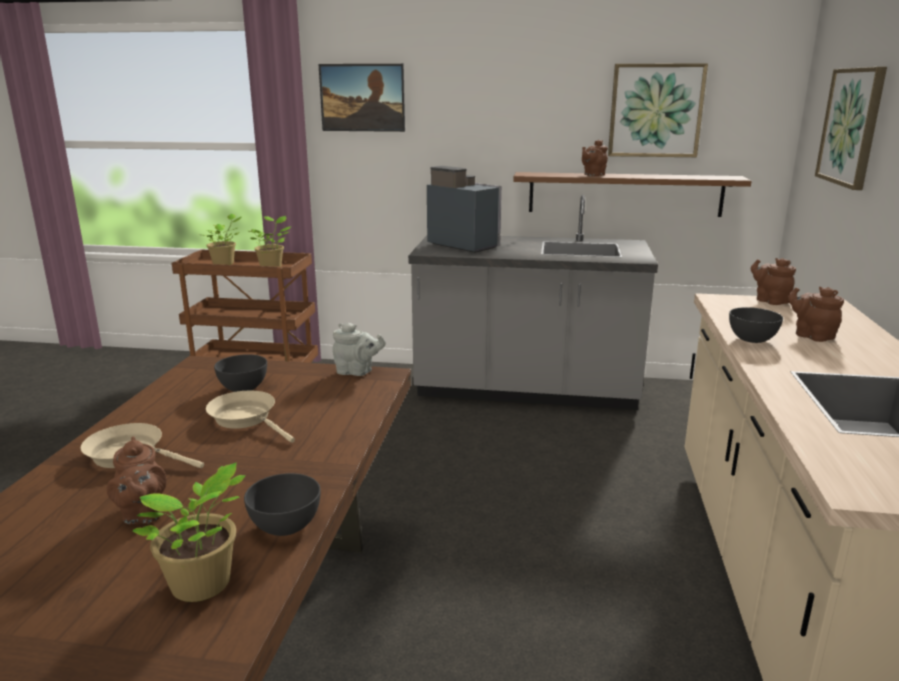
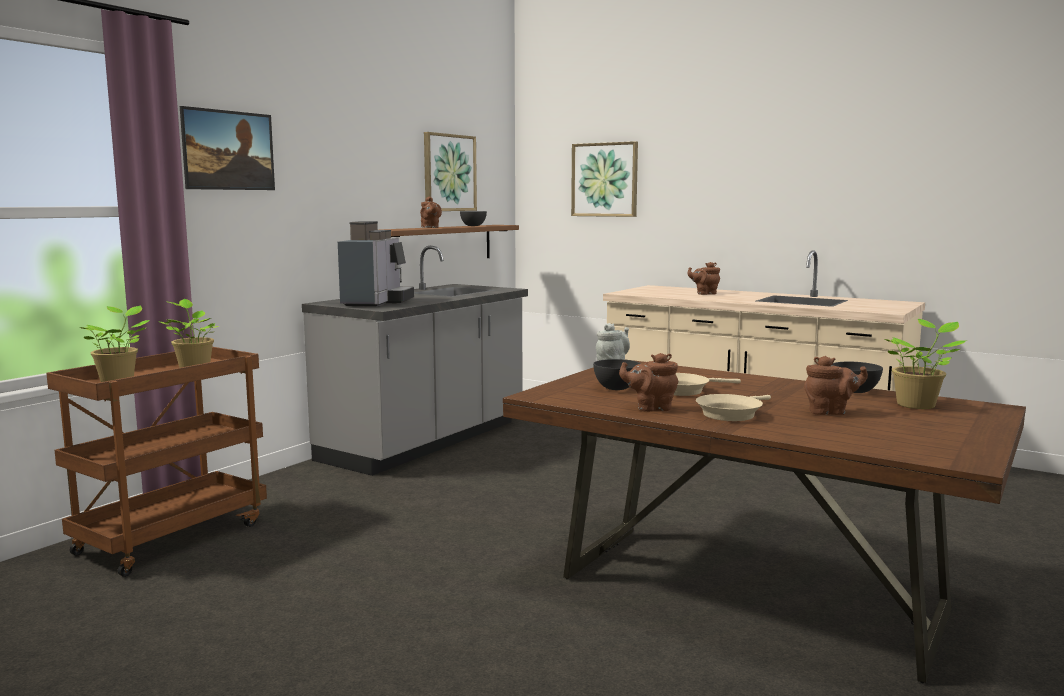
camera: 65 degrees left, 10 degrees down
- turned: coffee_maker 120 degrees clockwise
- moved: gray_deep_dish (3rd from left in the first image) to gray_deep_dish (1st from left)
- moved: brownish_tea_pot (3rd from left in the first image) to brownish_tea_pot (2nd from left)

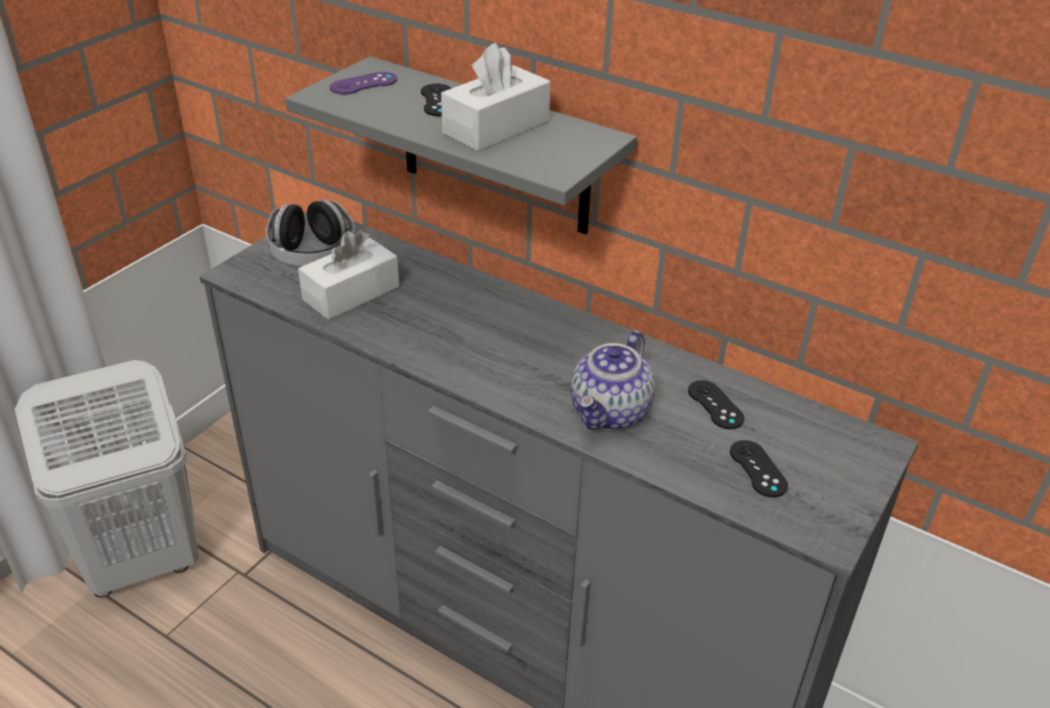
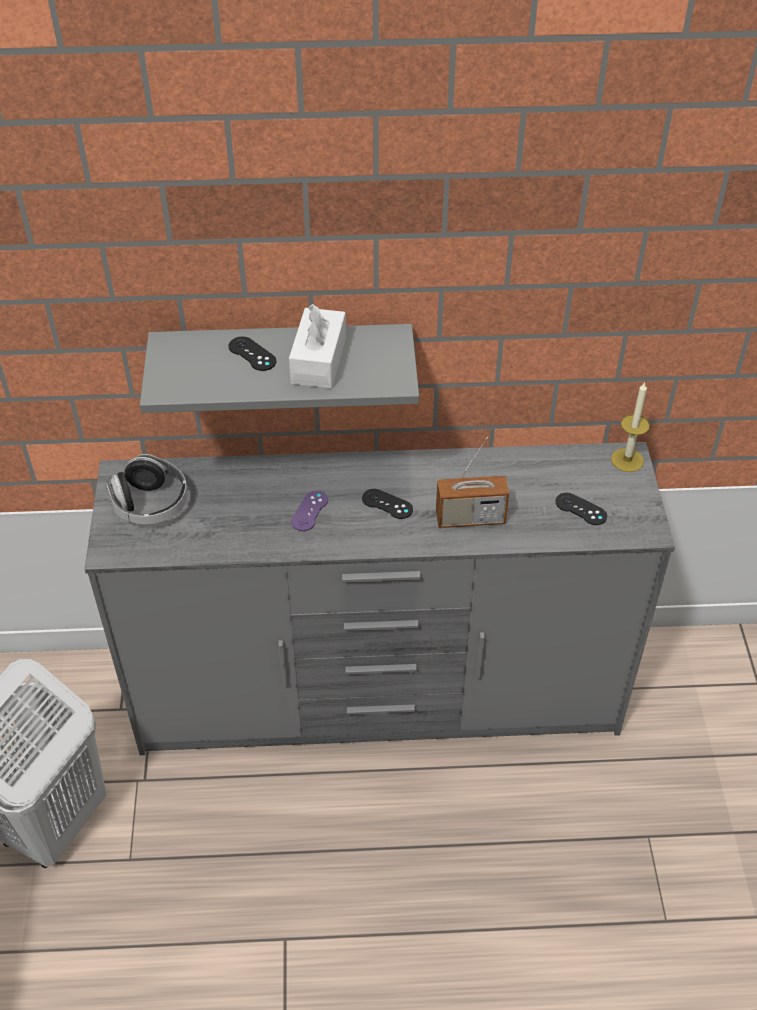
camera: 35 degrees left, 10 degrees up
- moved: purple-coloured_joypad
- moved: black_joypad (2nd from left)
- replaced: tea_pot to radio_receiver
- added: candle
- removed: whitish_tissue_box (1st from left)

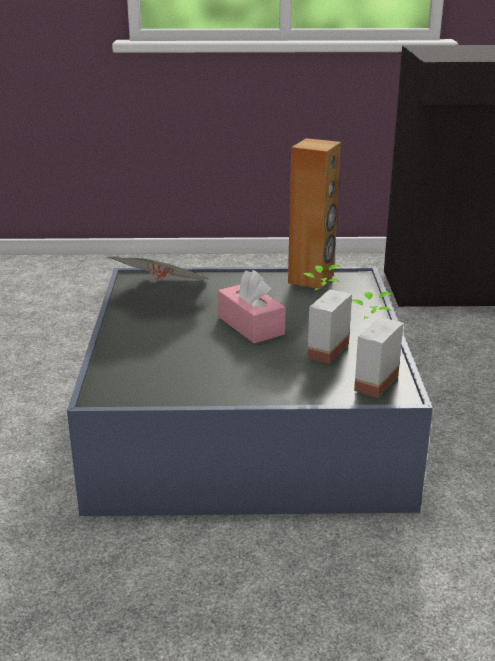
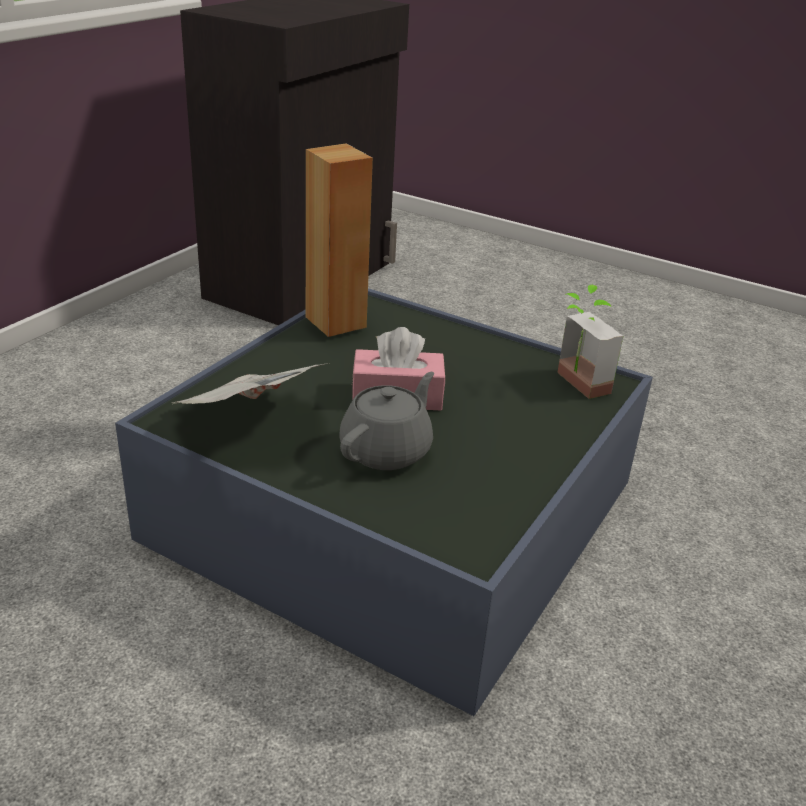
camera: 60 degrees left, 5 degrees up
- added: gray_tea_pot
- removed: plant_in_a_pot (1st from left)

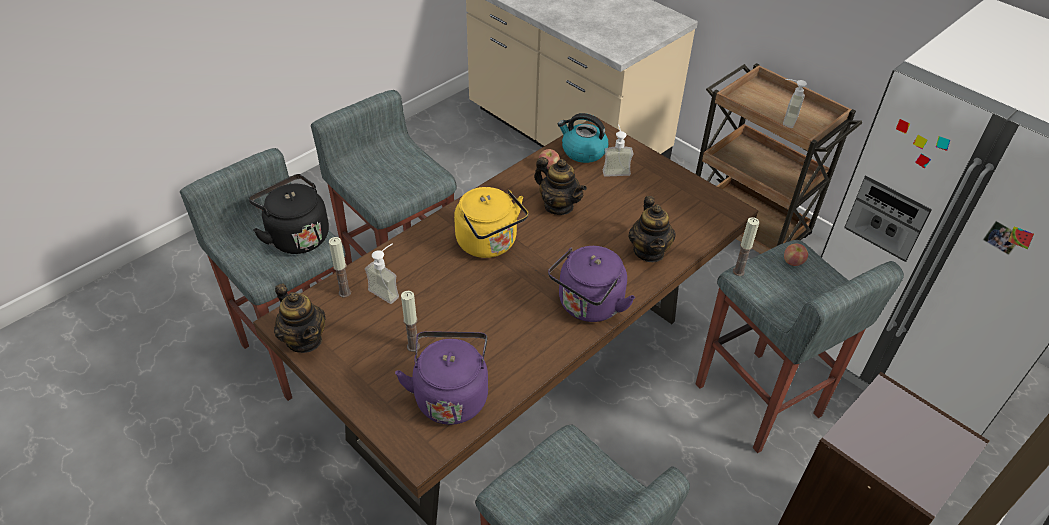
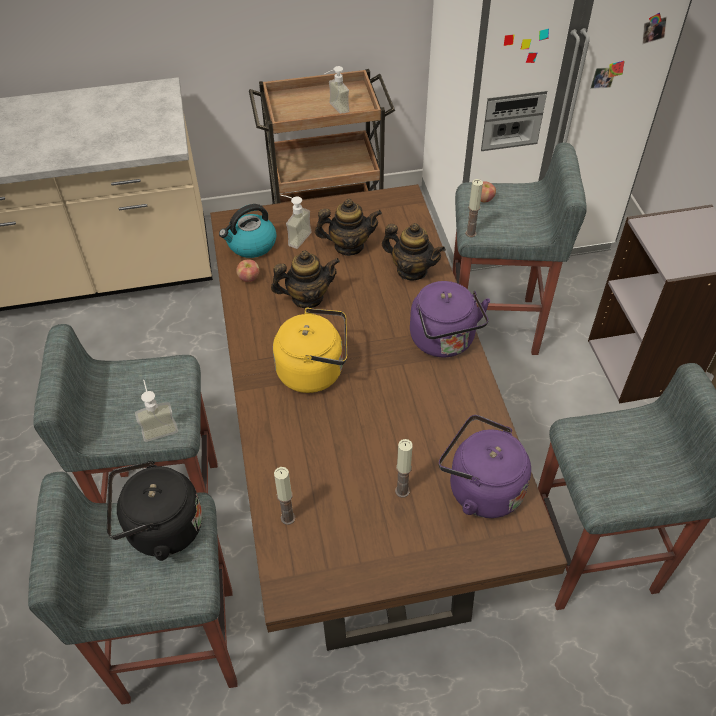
camera: 55 degrees left, 5 degrees up
- moved: soap_bottle (1st from left)
- moved: tea_pot (1st from left in the first image) to tea_pot (2nd from left)

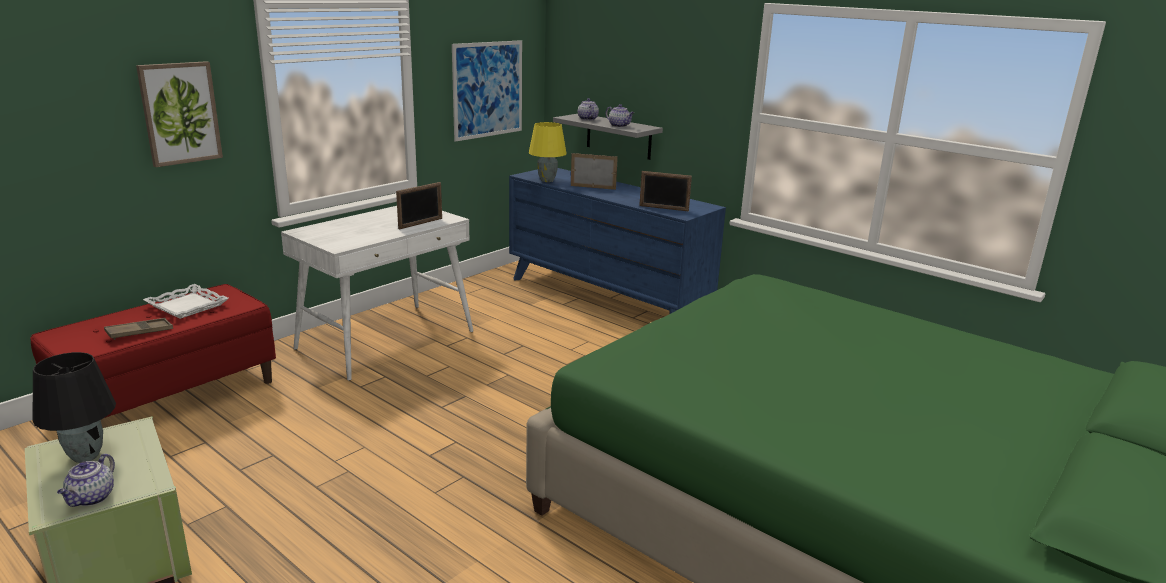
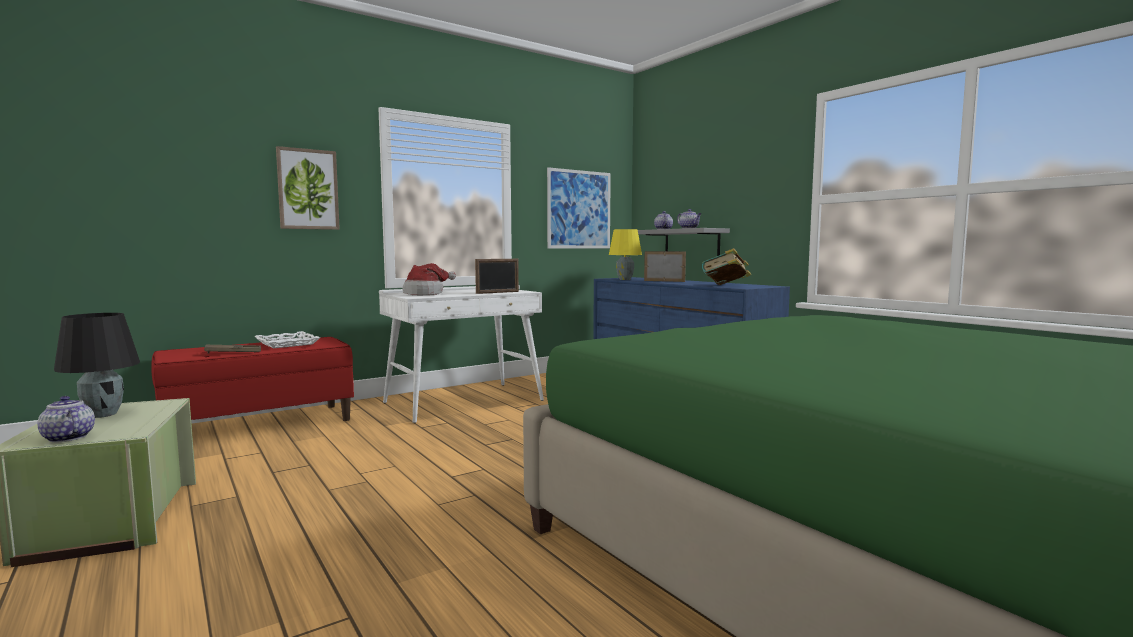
camera: 15 degrees right, 15 degrees down
- turned: tea_pot (1st from left) 105 degrees clockwise
- added: wearable_hat
- replaced: photo_frame (3rd from left) to book

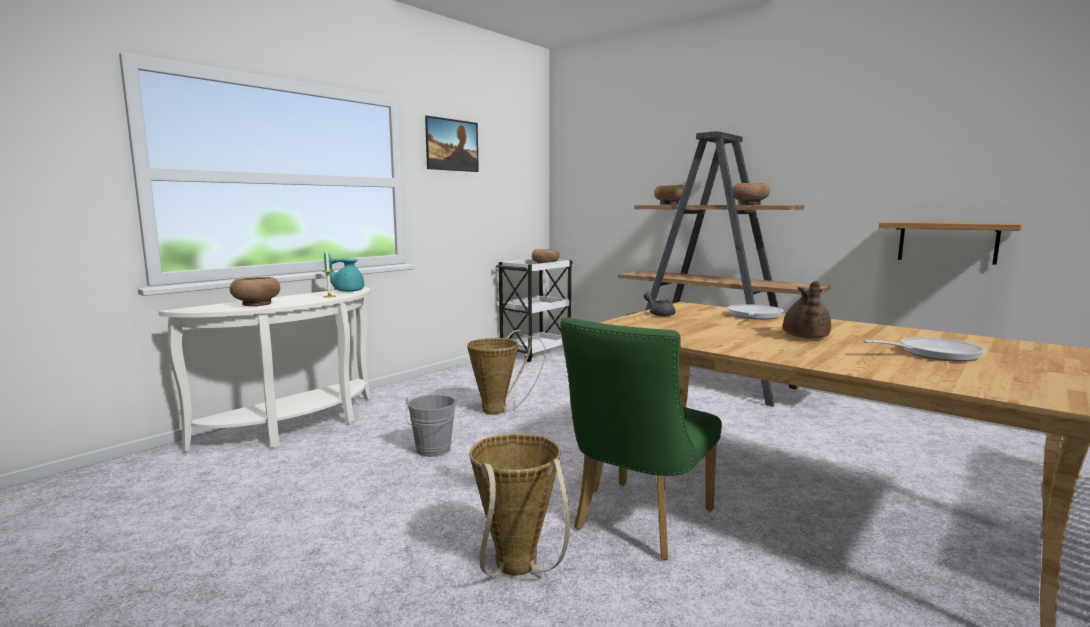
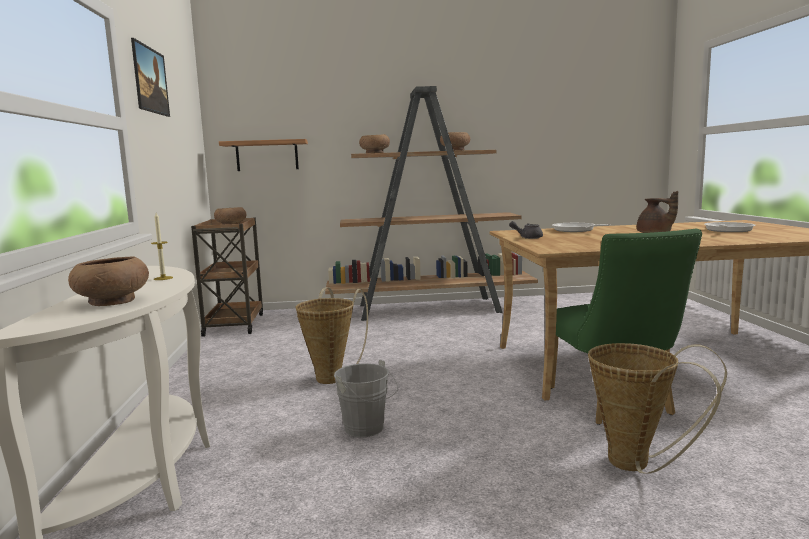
camera: 45 degrees left, 0 degrees up
- recoloured: whitish_cart to brownish_cart
- moved: bracket_shelf
- removed: turquoise-coloured_tea_pot

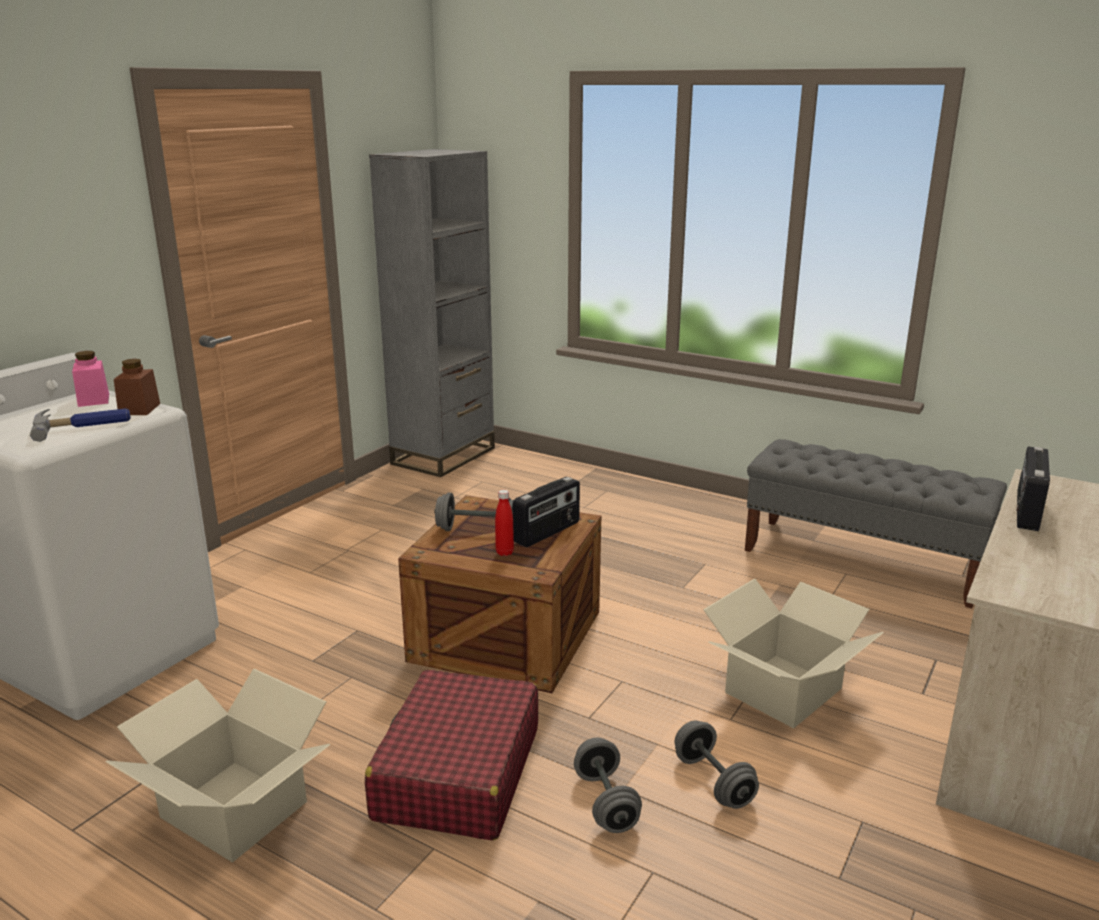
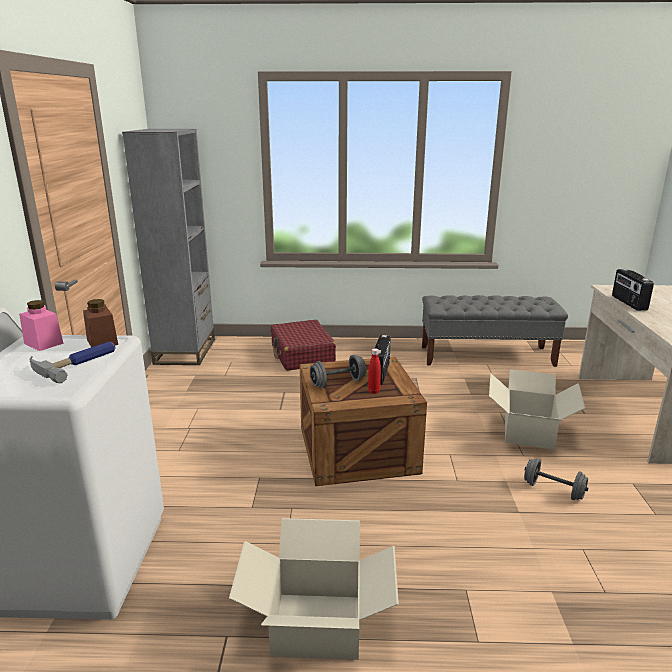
camera: 30 degrees left, 0 degrees up
- moved: reddish_suitcase
- removed: gray_hand_weight (2nd from left)

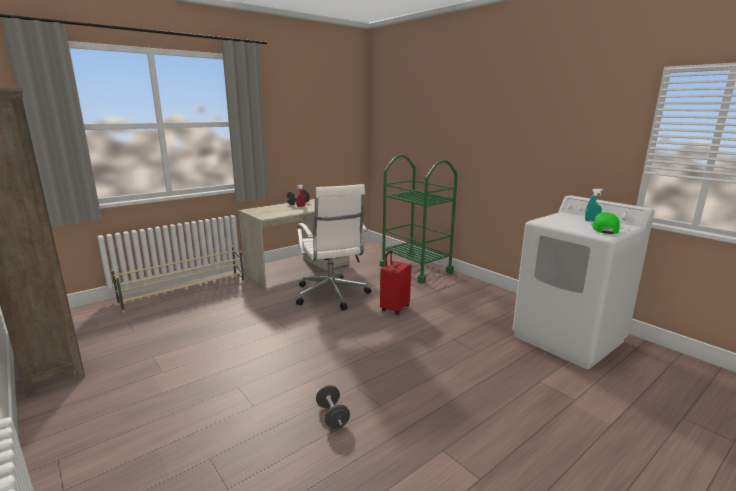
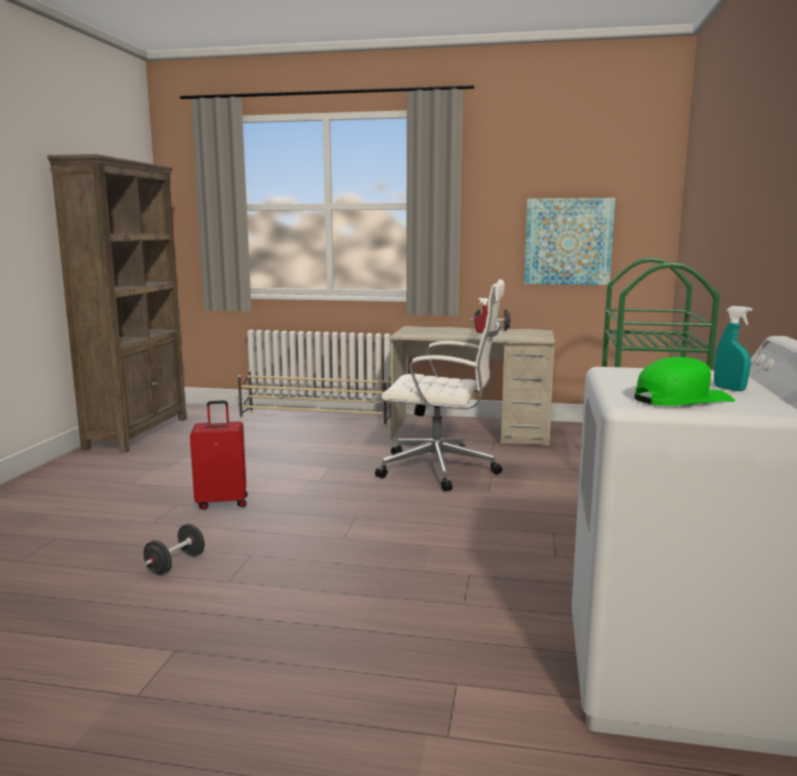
camera: 50 degrees right, 5 degrees down
- moved: reddish_suitcase
- turned: whitish_desk_chair 105 degrees counterclockwise
- added: picture

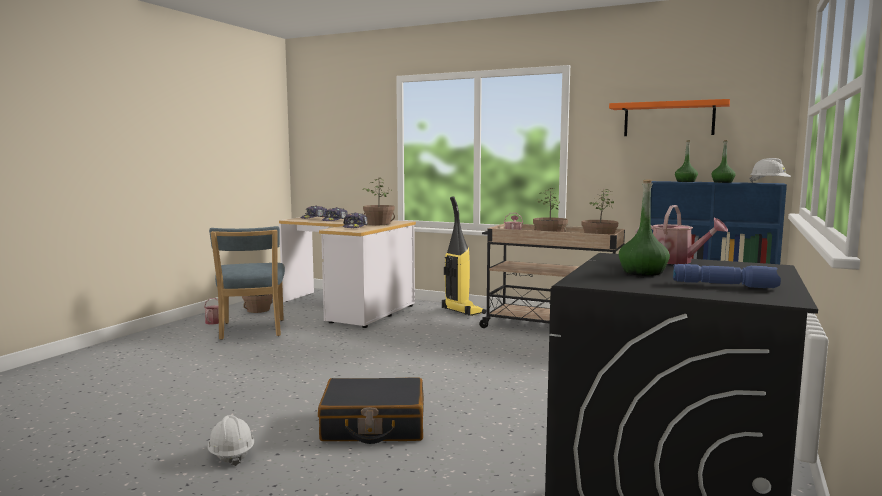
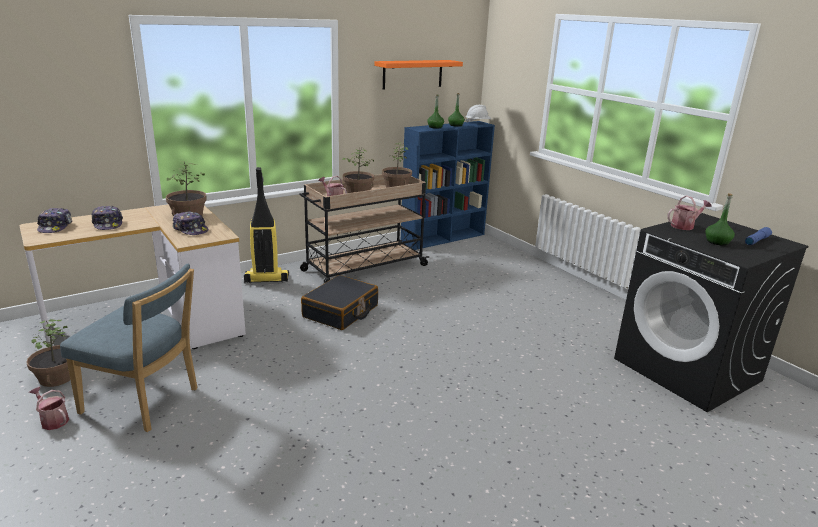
camera: 60 degrees left, 15 degrees up
- moved: black_suitcase
- removed: whitish_hard_hat (1st from left)

